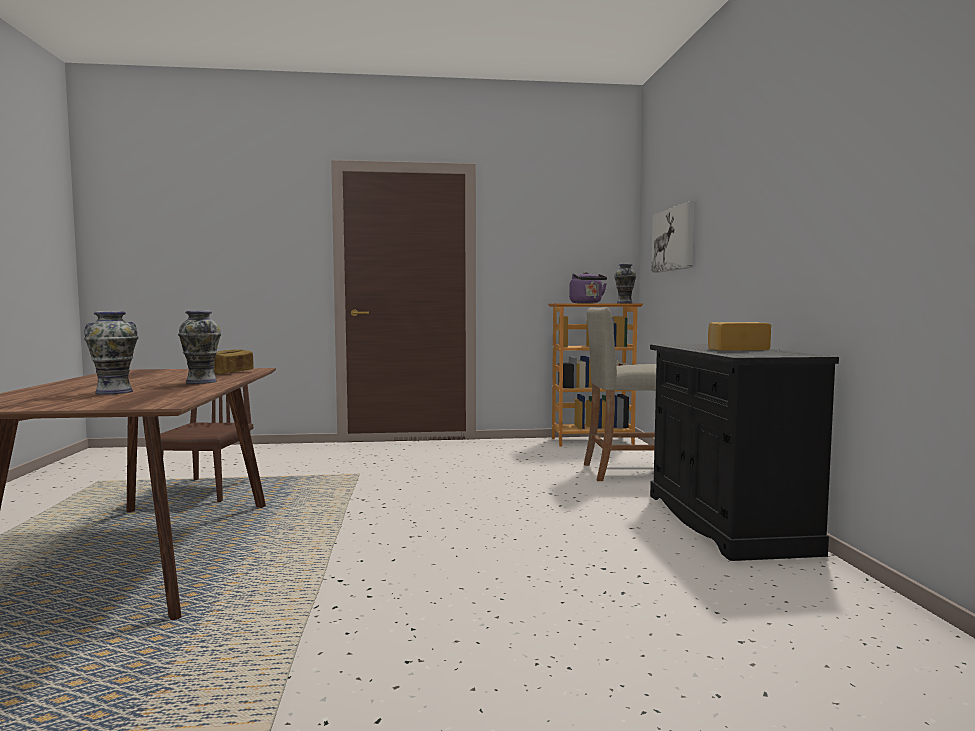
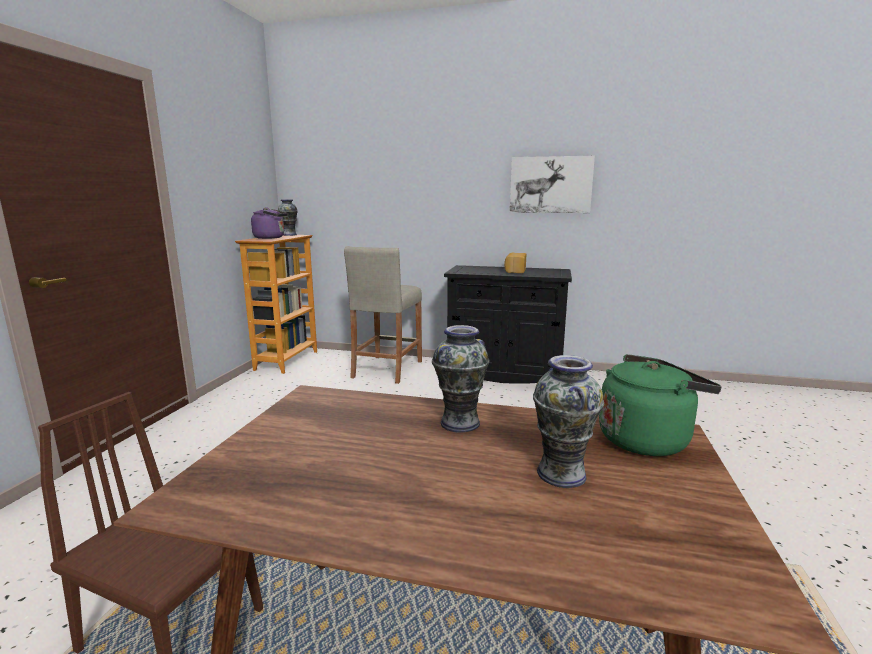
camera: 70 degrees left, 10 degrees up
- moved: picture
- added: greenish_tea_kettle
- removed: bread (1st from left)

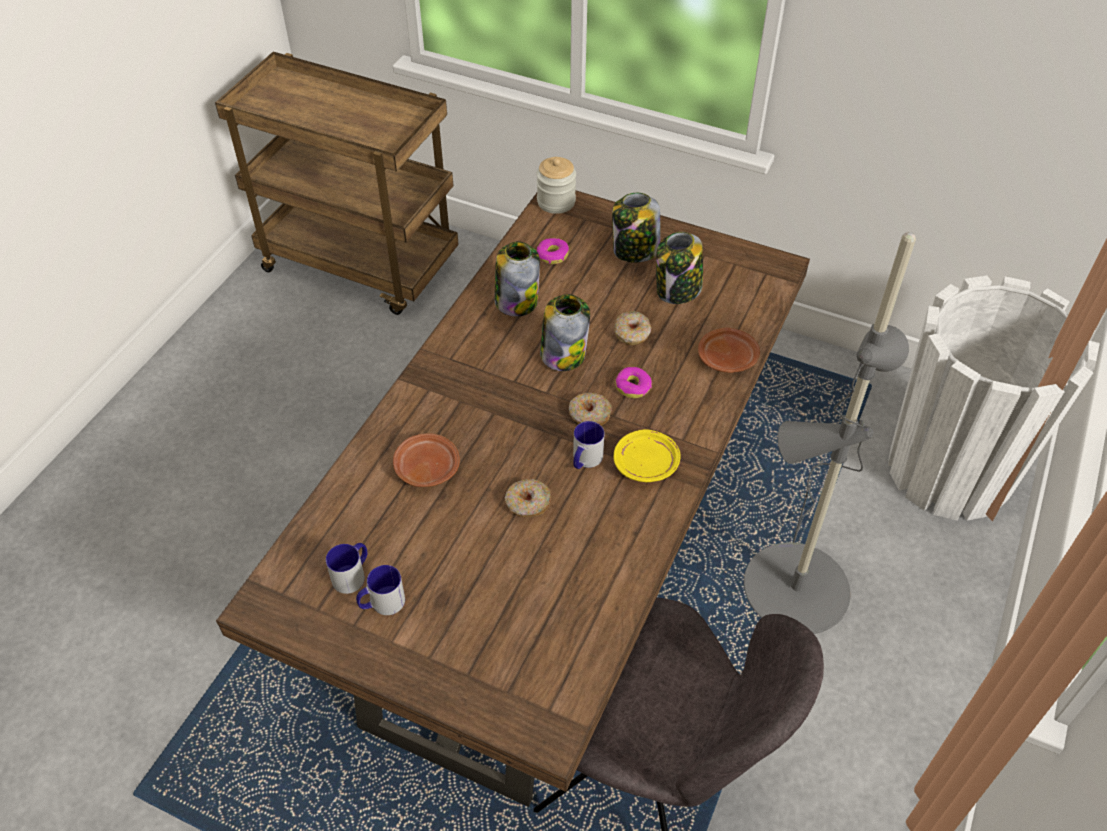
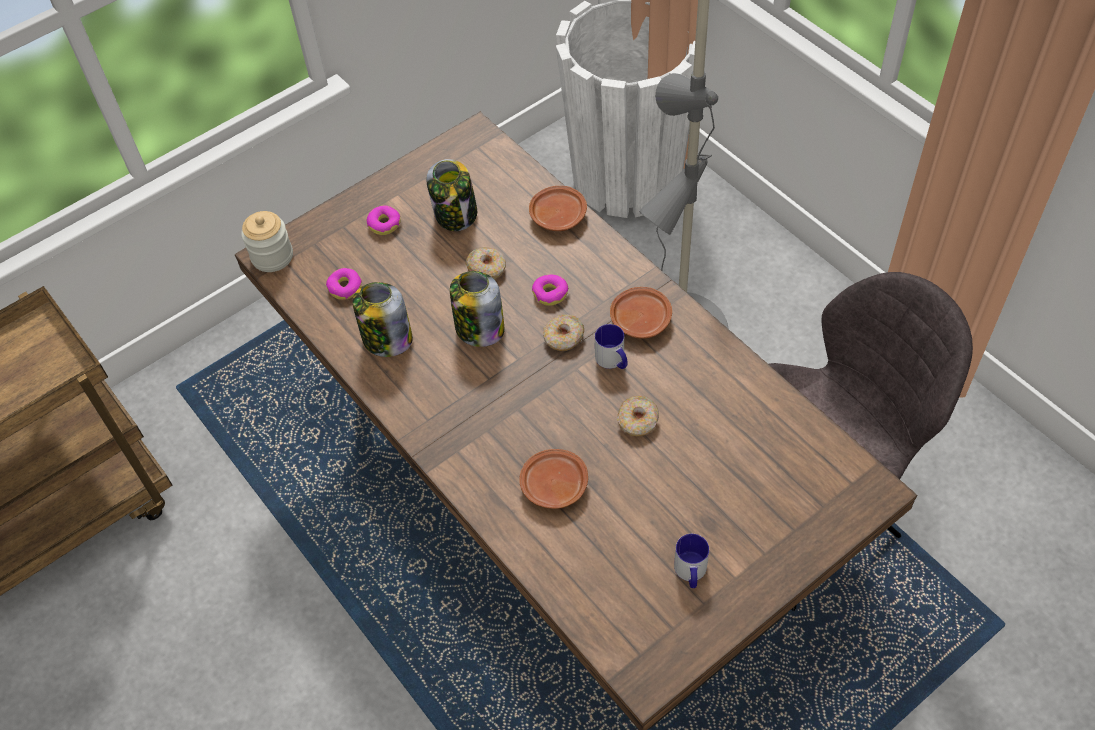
camera: 60 degrees left, 5 degrees up
- replaced: preserve_jar (4th from left) to ring_doughnut (2nd from left)
- recoloured: yellowish_plate to brownish_plate (3rd from left)
- removed: tea_mug (1st from left)

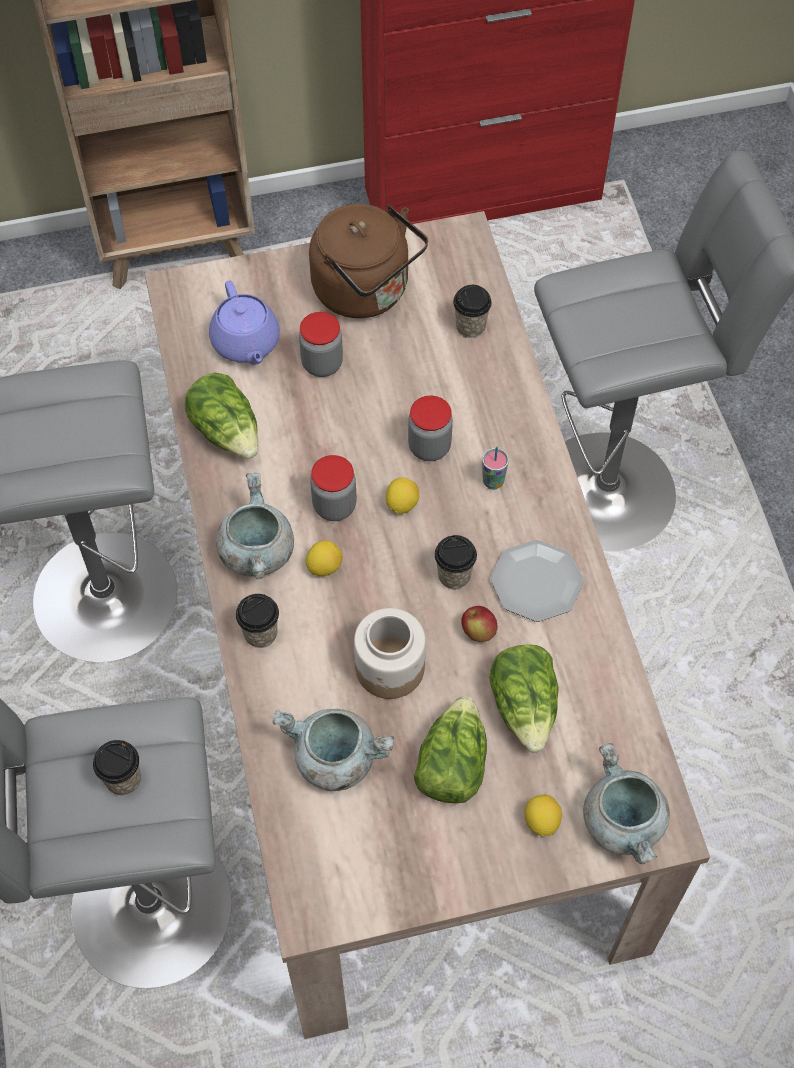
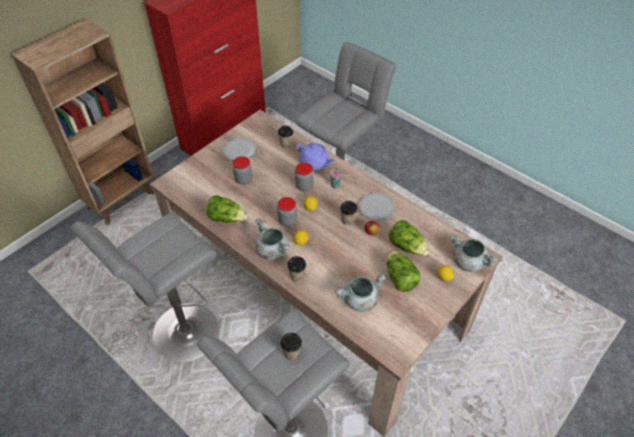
camera: 35 degrees left, 10 degrees down
- replaced: brownish_tea_kettle to plate (1st from left)
- moved: purple-coloured_tea_pot
- removed: preserve_jar (3rd from left)

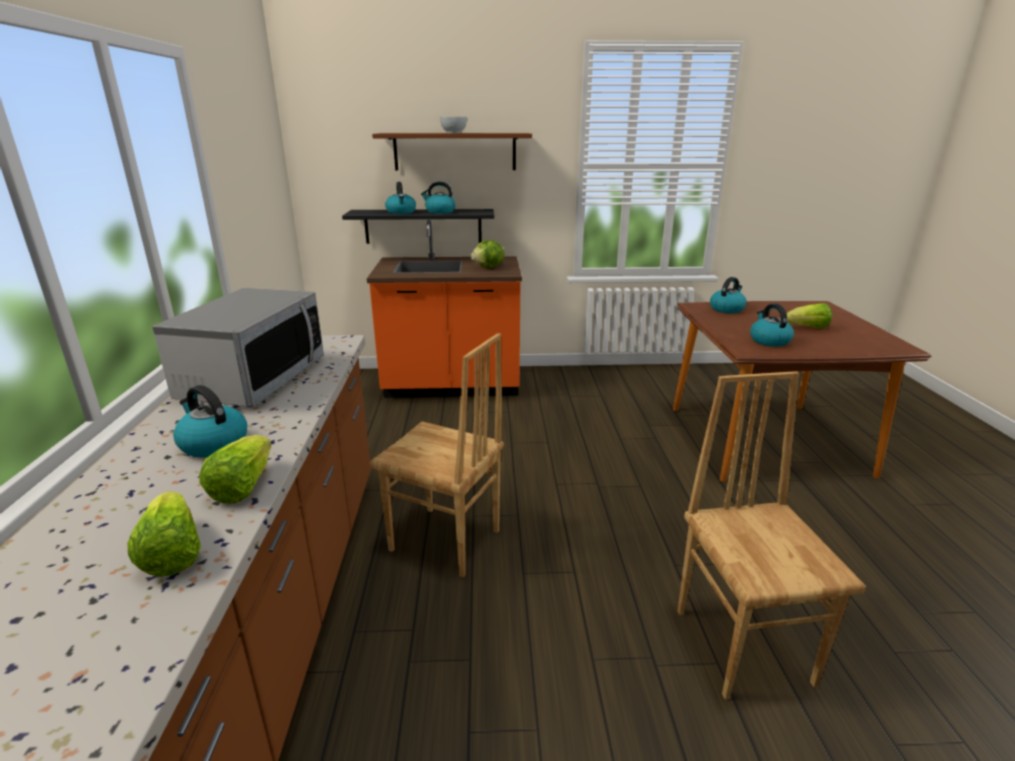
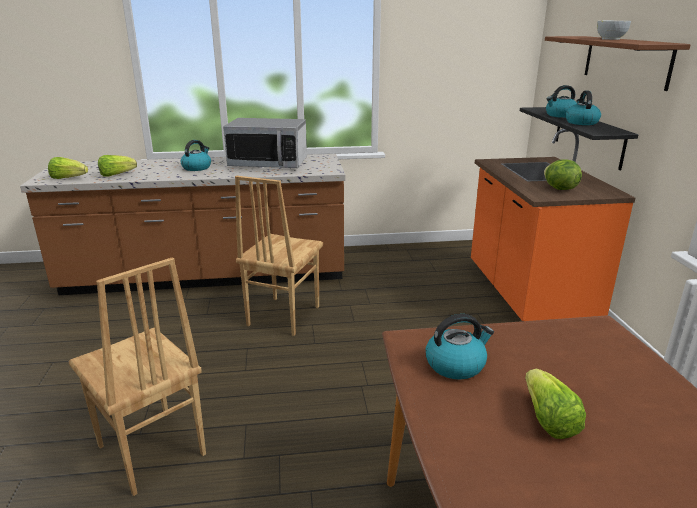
camera: 85 degrees right, 0 degrees up
- moved: head_of_lettuce (2nd from left in the first image) to head_of_lettuce (1st from left)
- turned: brownish_upright_chair (2nd from left in the first image) 60 degrees clockwise
- removed: tea_kettle (4th from left)

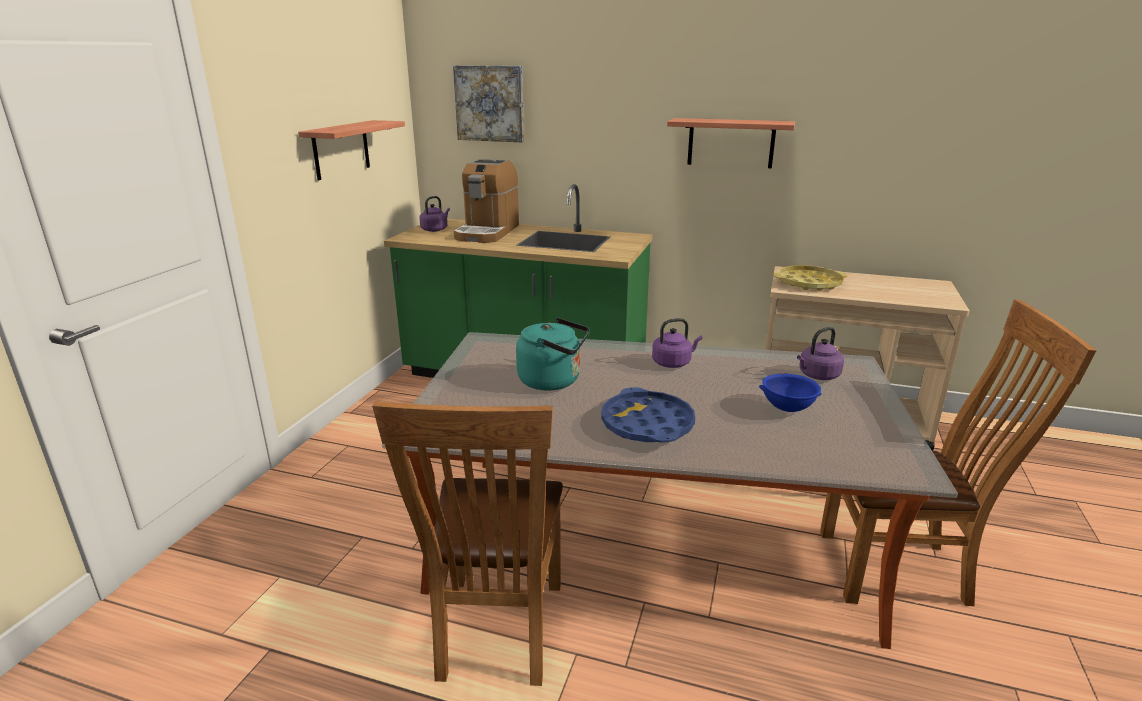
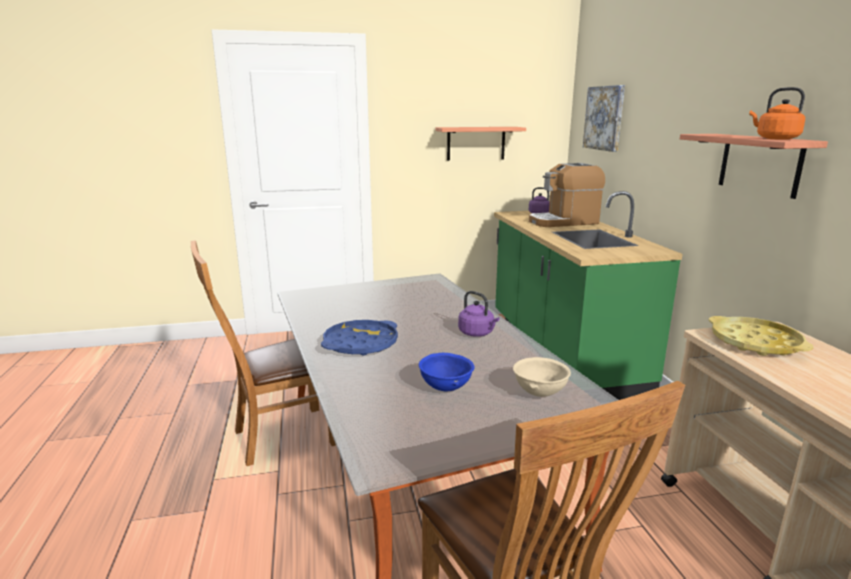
camera: 60 degrees right, 5 degrees down
- replaced: purple-coloured_tea_kettle (3rd from left) to sand-coloured_deep_dish
- added: orange_tea_kettle
- removed: turquoise-coloured_tea_kettle

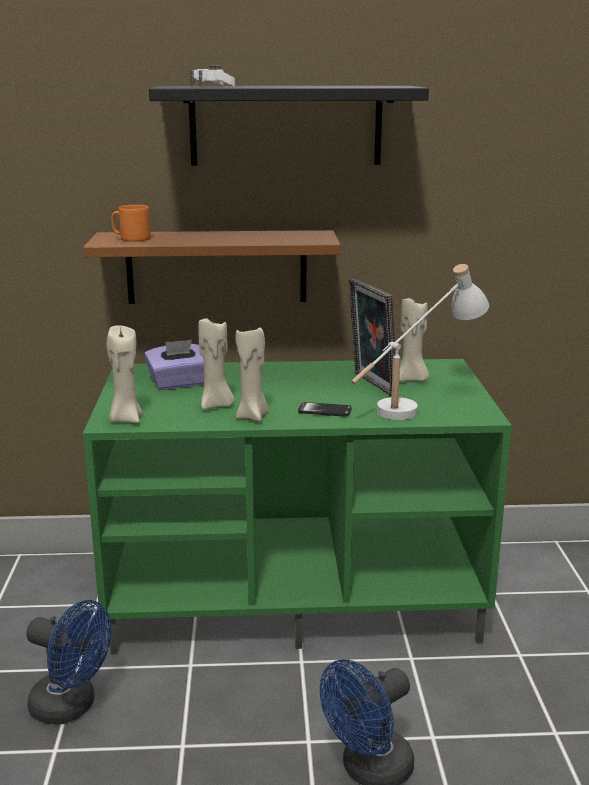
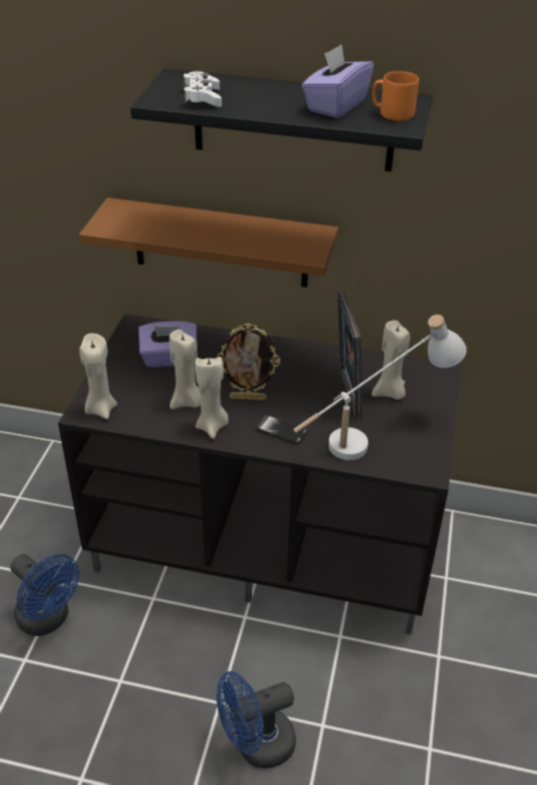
camera: 15 degrees right, 20 degrees up
- recoloured: greenish_tv_unit to black_tv_unit
- added: photo_frame (1st from left)
- added: purple-coloured_tissue_box (2nd from left)
- moved: orange_tea_mug

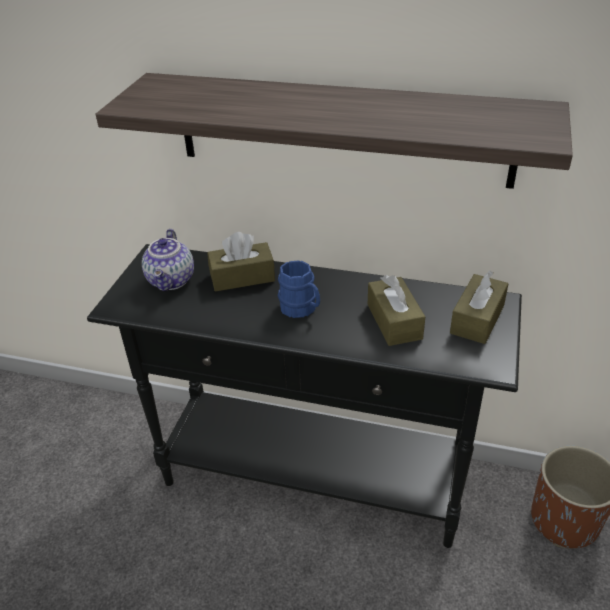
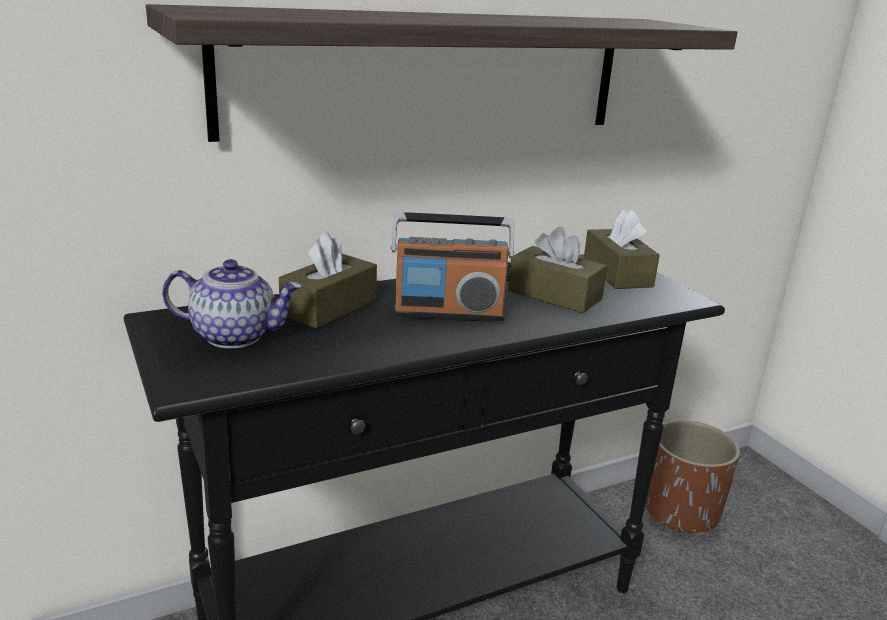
camera: 45 degrees left, 15 degrees down
- turned: tea_pot 45 degrees counterclockwise
- replaced: bluish_tea_mug to radio_receiver

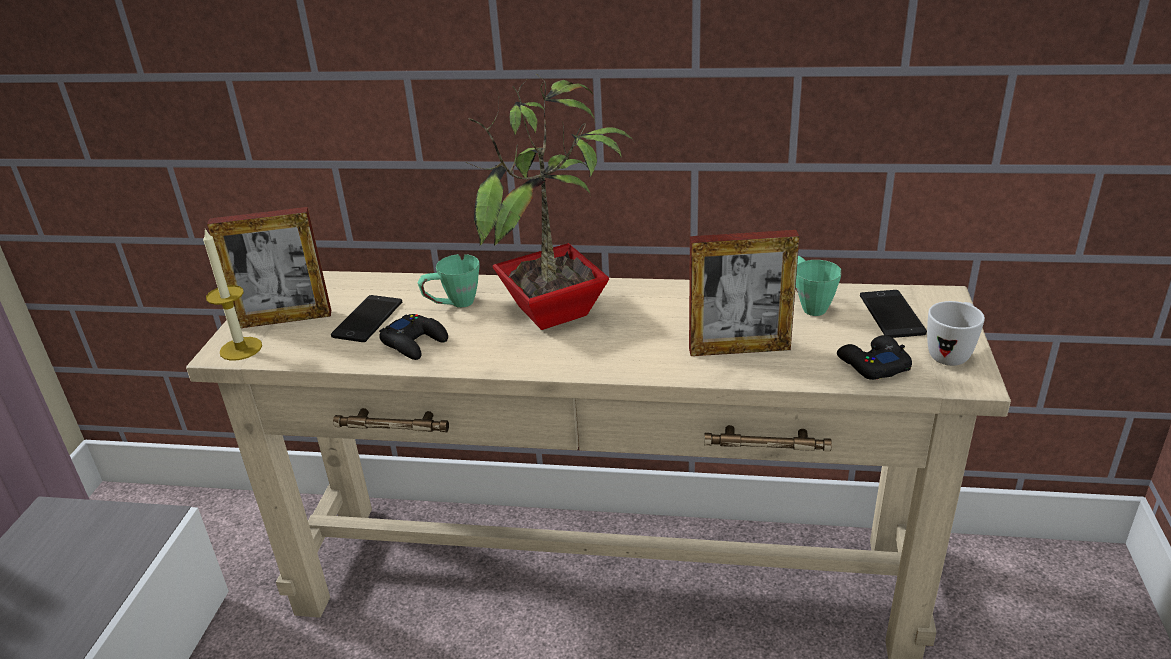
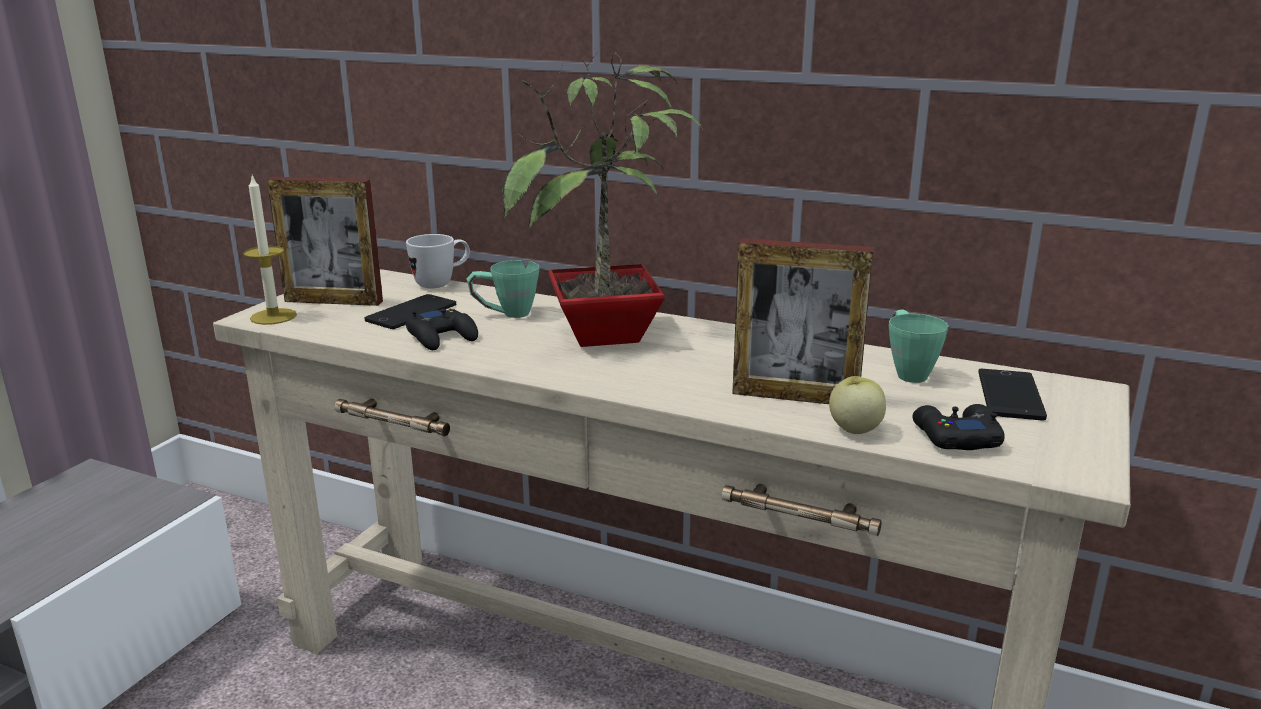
camera: 15 degrees right, 10 degrees down
- moved: whitish_tea_mug
- added: apple_fruit

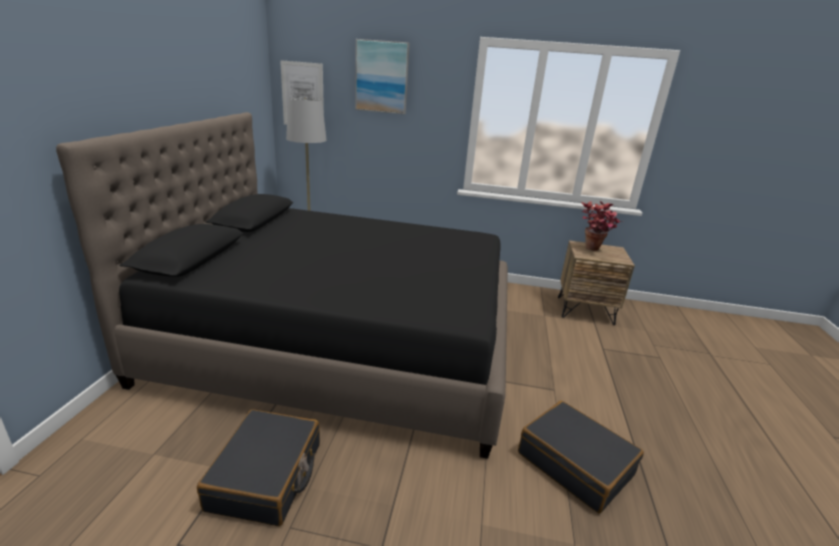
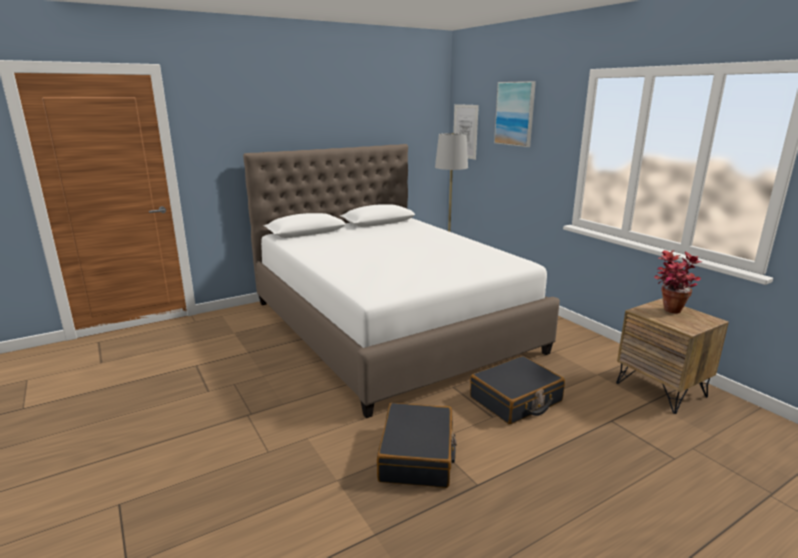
camera: 50 degrees right, 5 degrees down
- recoloured: black_bed to whitish_bed
- moved: black_suitcase (1st from left in the first image) to black_suitcase (2nd from left)

